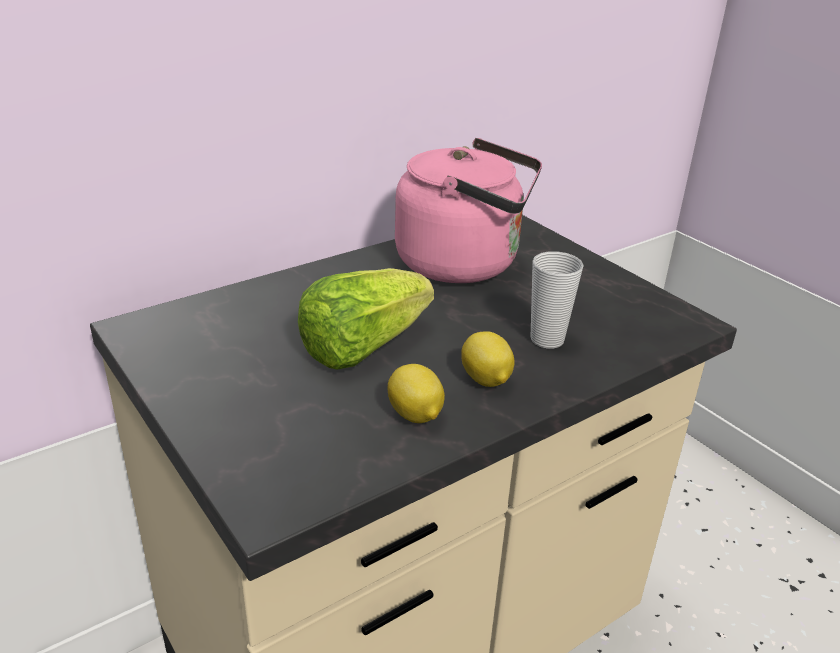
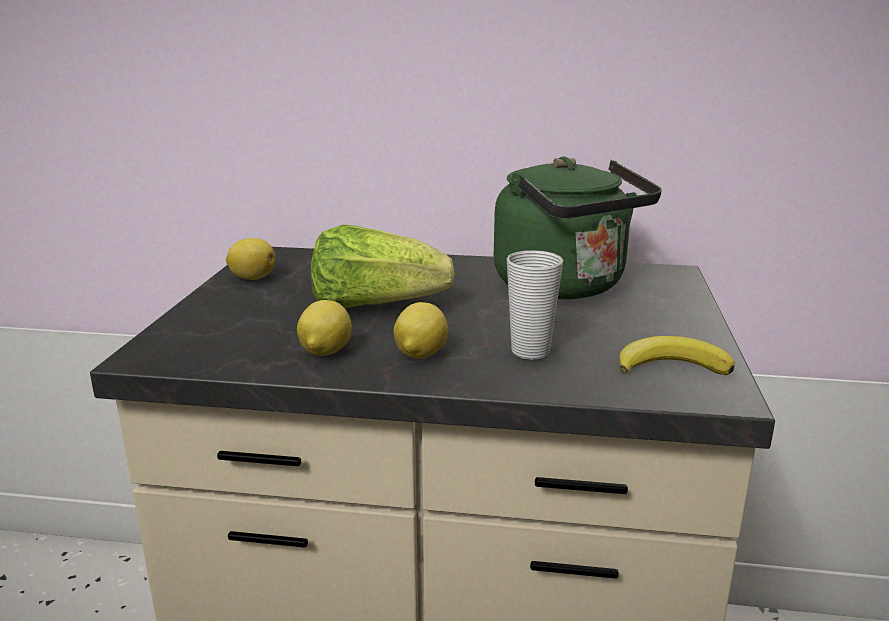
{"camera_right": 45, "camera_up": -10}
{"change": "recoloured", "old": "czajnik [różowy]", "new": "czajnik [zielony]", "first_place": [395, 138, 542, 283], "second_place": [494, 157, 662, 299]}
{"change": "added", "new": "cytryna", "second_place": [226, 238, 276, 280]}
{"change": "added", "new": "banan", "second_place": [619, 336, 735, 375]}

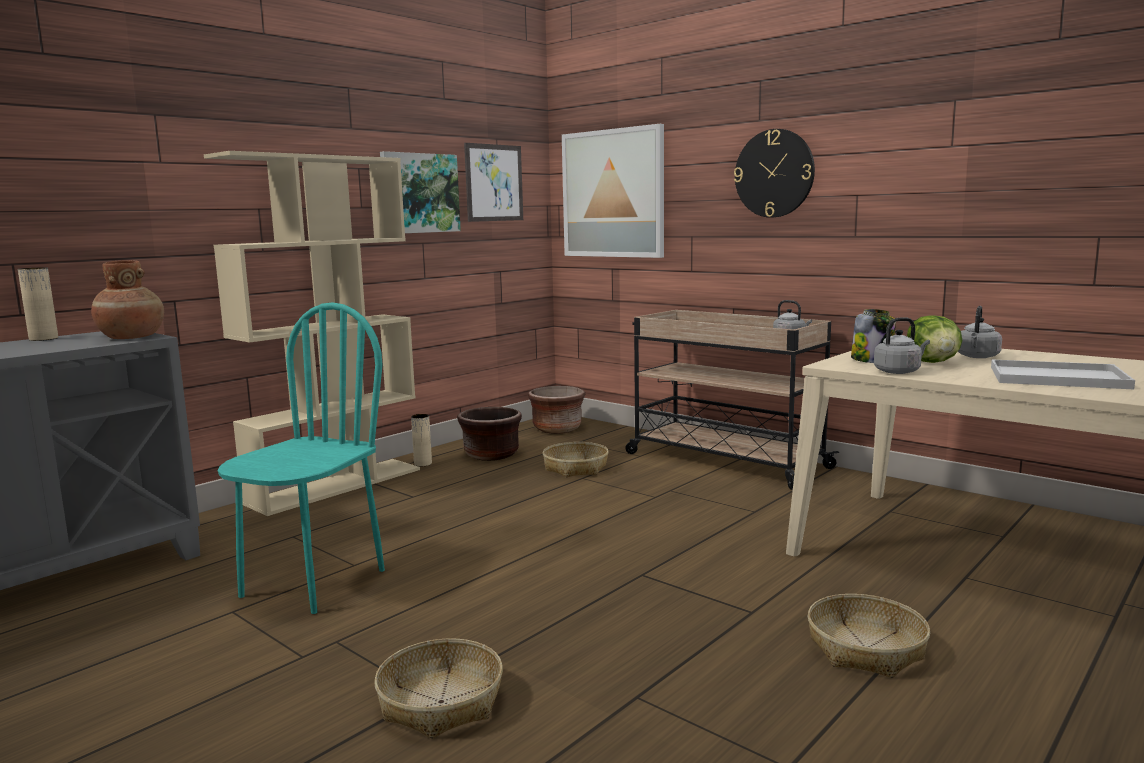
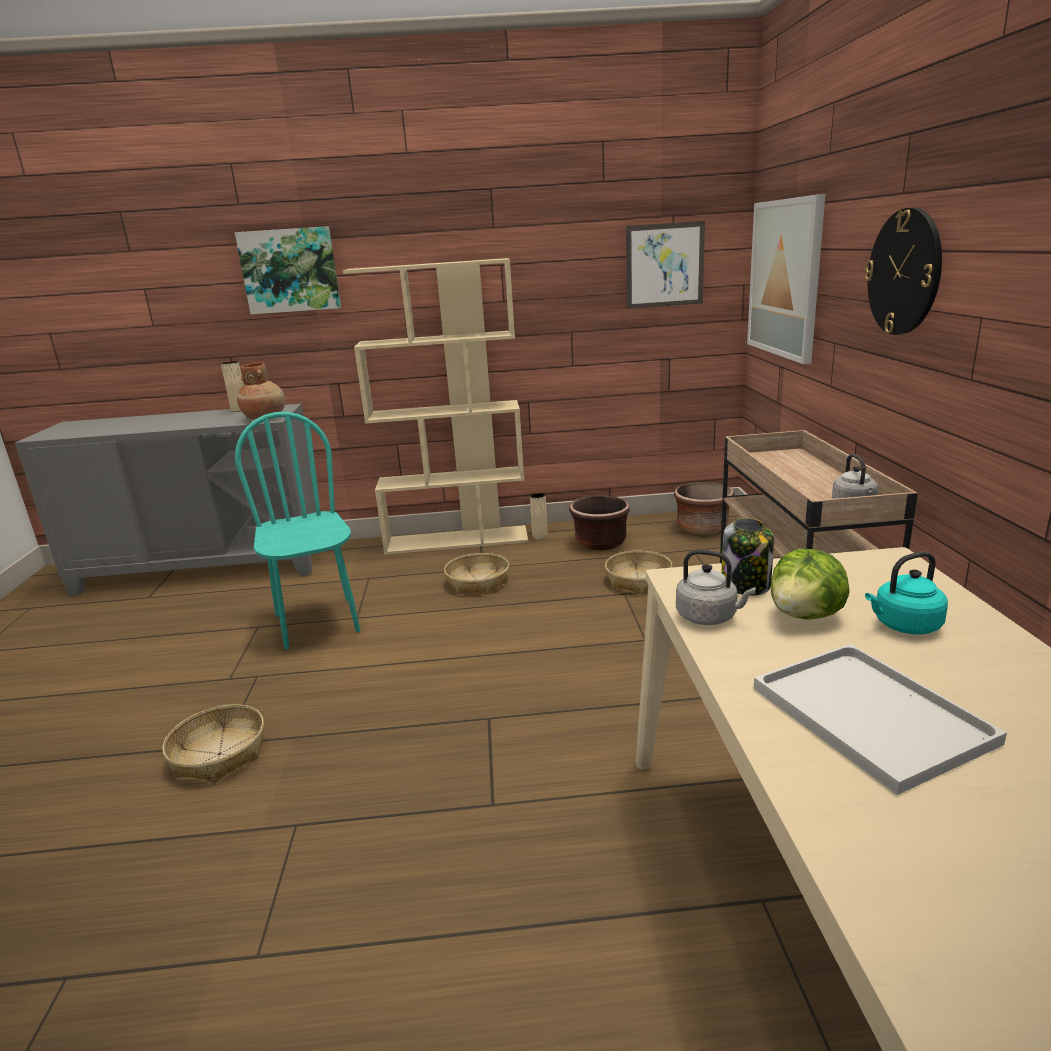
{"camera_right": 45, "camera_up": 10}
{"change": "turned", "old": "krzesło [turkusowy]", "first_place": [218, 302, 385, 614], "second_place": [235, 412, 360, 650], "degrees": -90}
{"change": "moved", "old": "obraz", "first_place": [380, 151, 461, 233], "second_place": [235, 226, 341, 314]}
{"change": "moved", "old": "koszyk", "first_place": [808, 594, 930, 678], "second_place": [444, 553, 509, 594]}
{"change": "recoloured", "old": "czajnik [szary]", "new": "czajnik [turkusowy]", "first_place": [958, 306, 1002, 358], "second_place": [865, 552, 948, 635]}

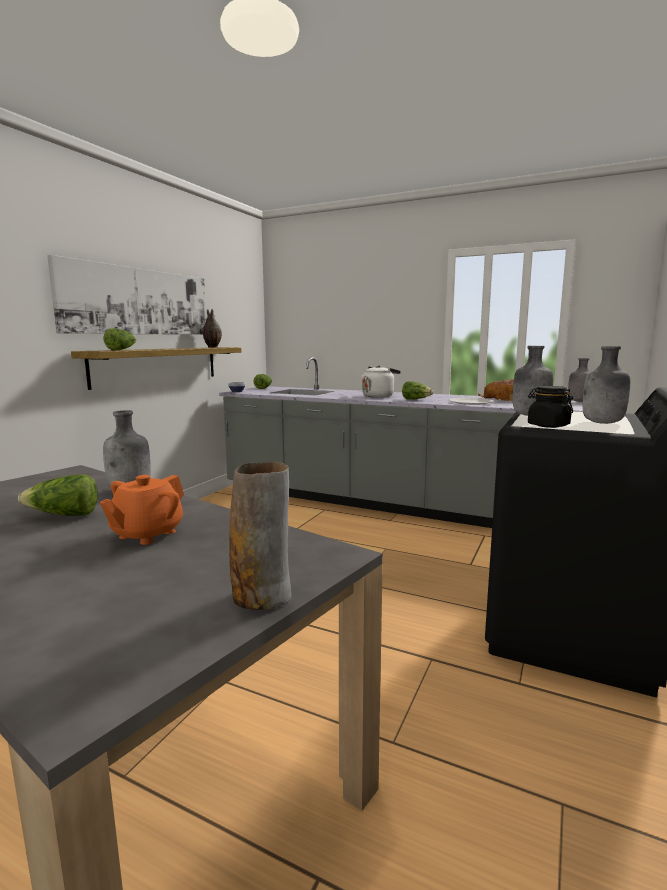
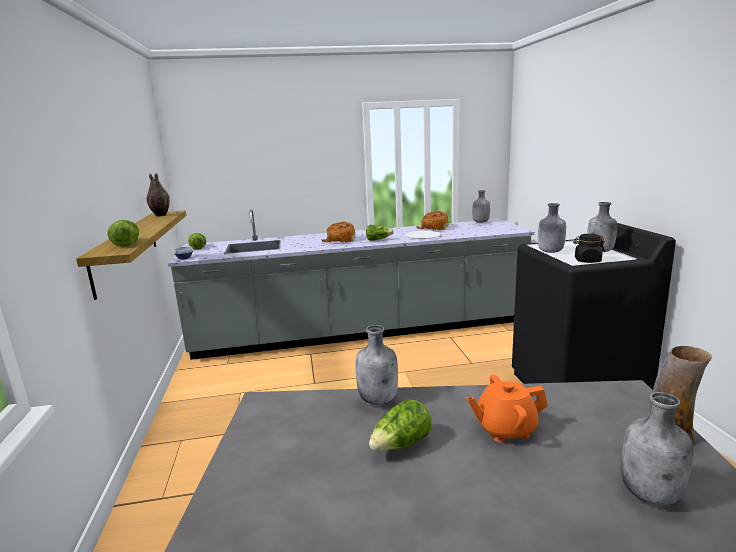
{"camera_right": -35, "camera_up": 5}
{"change": "removed", "old": "obraz", "first_place": [47, 255, 206, 335]}
{"change": "turned", "old": "imbryk [pomarańczowy]", "first_place": [100, 475, 184, 545], "second_place": [466, 374, 548, 442], "degrees": 90}
{"change": "replaced", "old": "czajnik [biały]", "new": "chleb", "first_place": [362, 365, 401, 398], "second_place": [321, 221, 356, 243]}
{"change": "added", "new": "butelka [szary]", "second_place": [621, 392, 693, 505]}

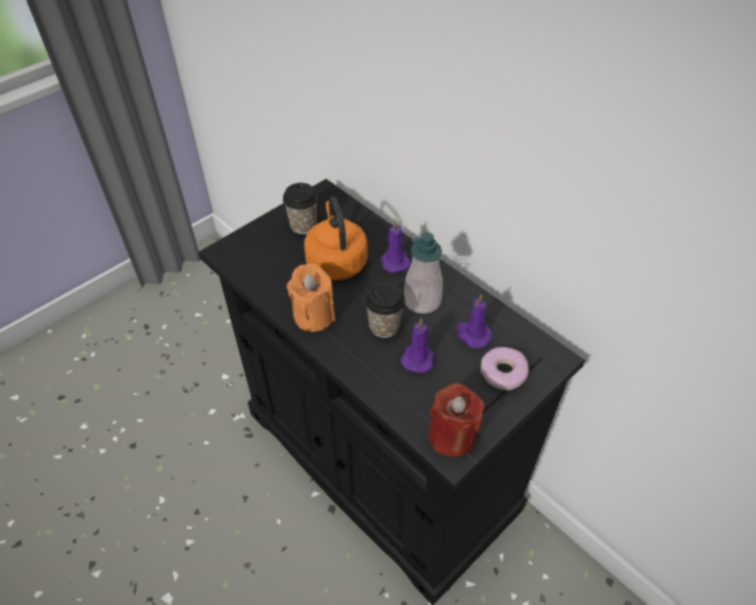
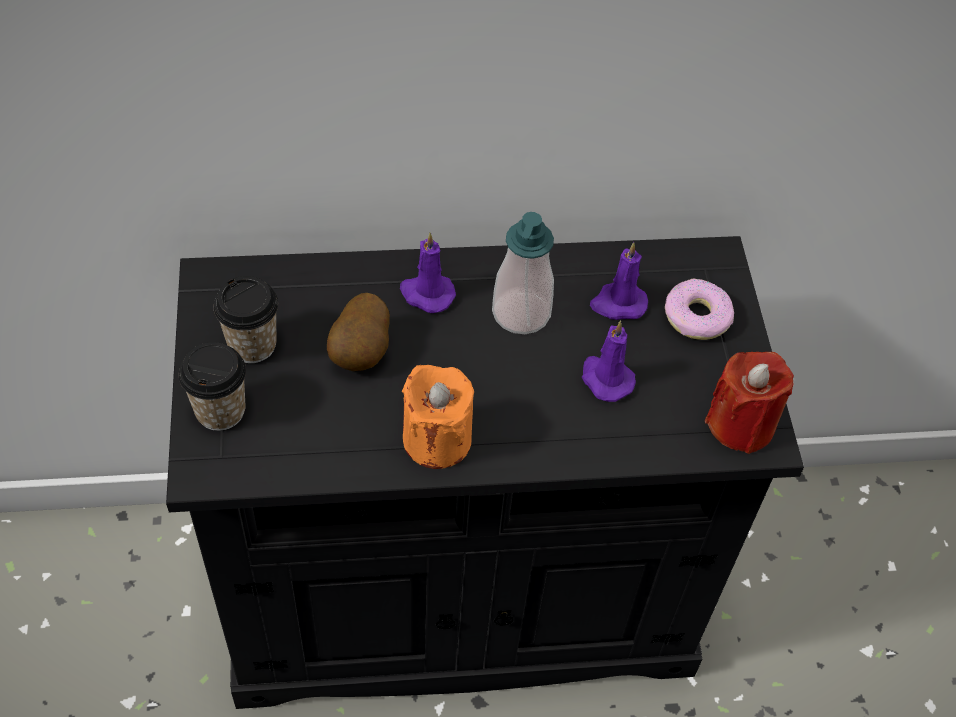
{"camera_right": -55, "camera_up": 5}
{"change": "replaced", "old": "czajnik [pomarańczowy]", "new": "ziemniak", "first_place": [304, 197, 368, 280], "second_place": [327, 293, 390, 371]}
{"change": "moved", "old": "filiżanka", "first_place": [364, 281, 405, 338], "second_place": [179, 342, 246, 431]}

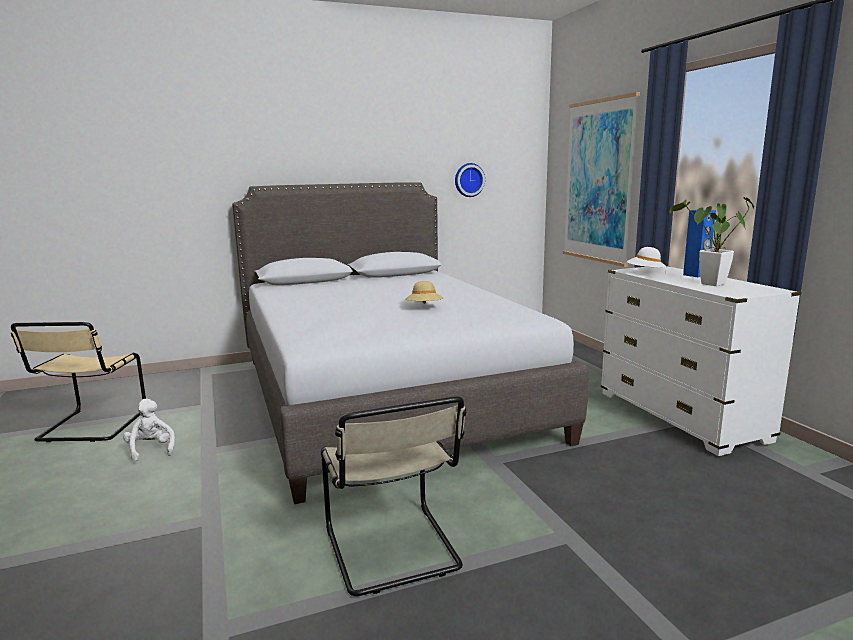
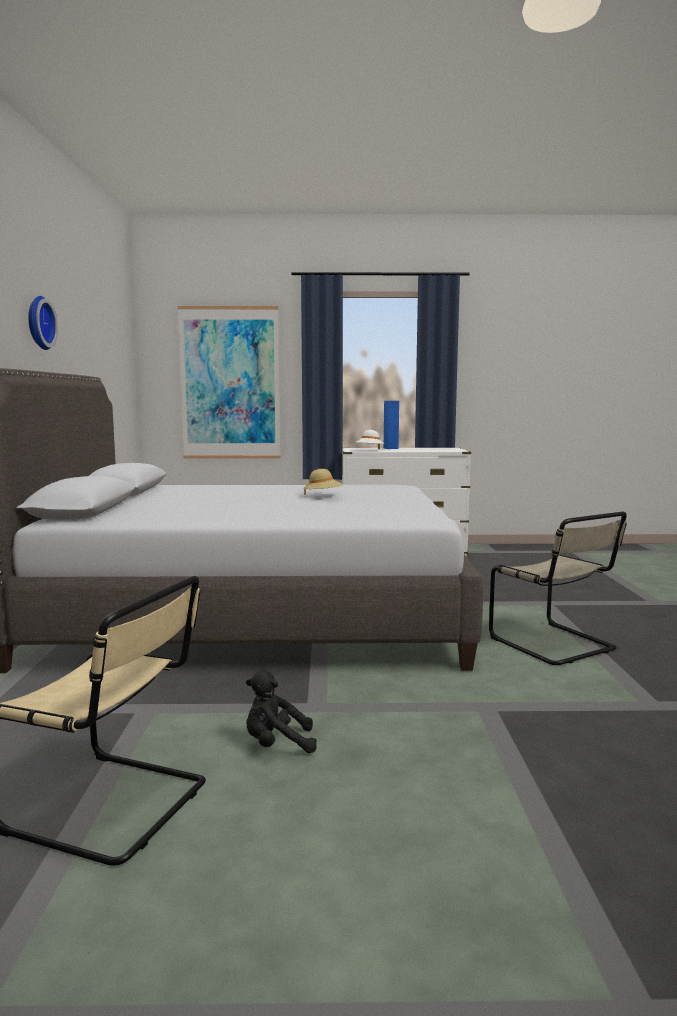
{"camera_right": -70, "camera_up": -5}
{"change": "recoloured", "old": "pluszak [biały]", "new": "pluszak [czarny]", "first_place": [123, 399, 175, 462], "second_place": [246, 671, 317, 753]}
{"change": "turned", "old": "krzesło [beżowy]", "first_place": [321, 397, 466, 596], "second_place": [489, 512, 627, 665], "degrees": 60}
{"change": "moved", "old": "zegar ścienny", "first_place": [455, 163, 485, 197], "second_place": [28, 296, 58, 350]}
{"change": "removed", "old": "roślina doniczkowa", "first_place": [669, 197, 754, 286]}

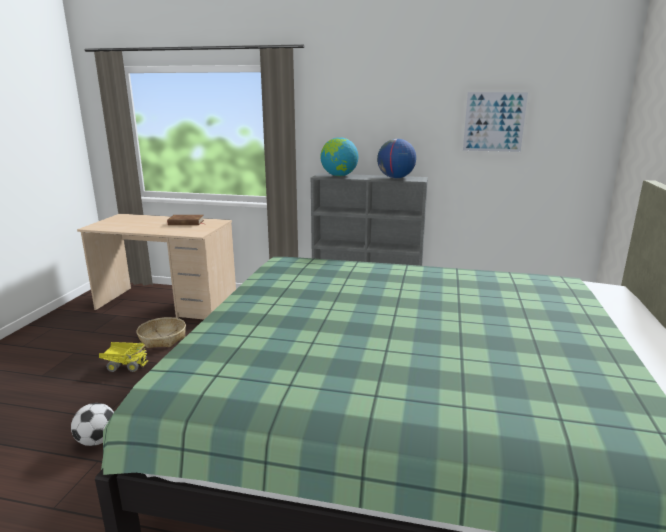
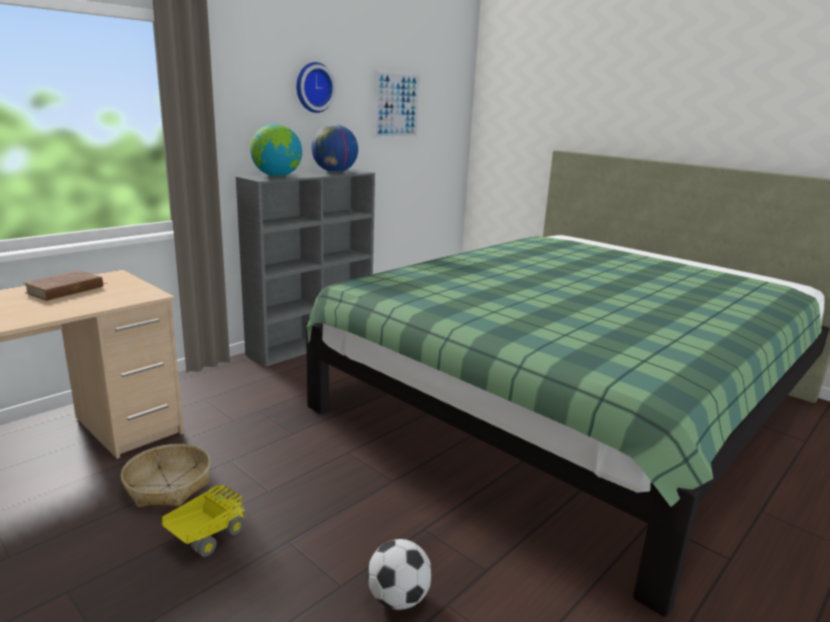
{"camera_right": -60, "camera_up": 0}
{"change": "added", "new": "zegar ścienny", "second_place": [296, 62, 336, 113]}

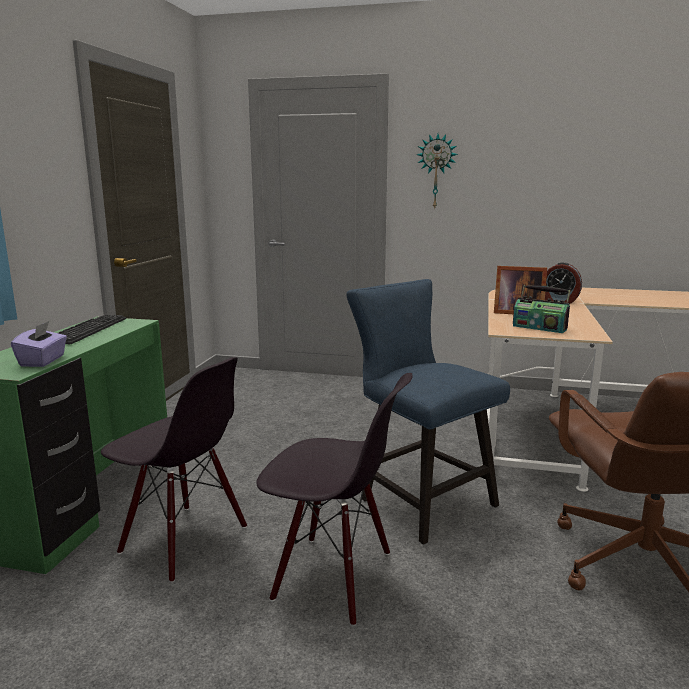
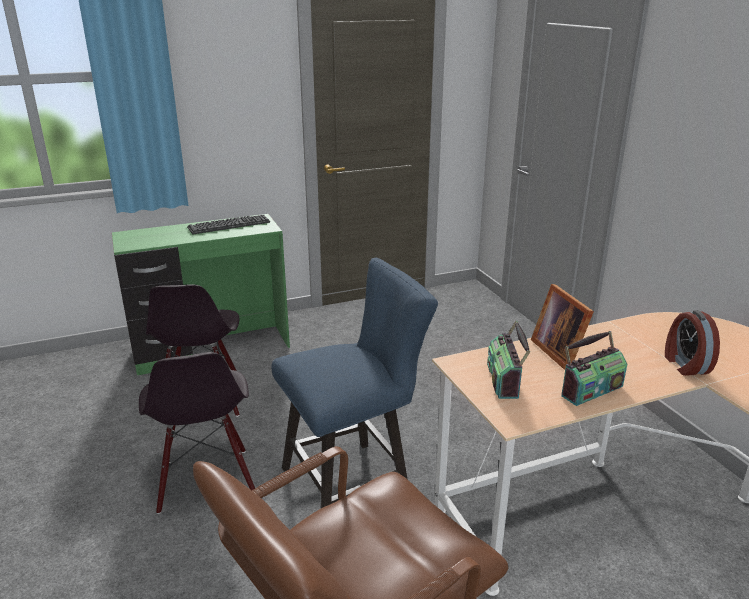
{"camera_right": 55, "camera_up": 10}
{"change": "removed", "old": "pudełko chusteczek [fioletowy]", "first_place": [11, 321, 67, 367]}
{"change": "turned", "old": "krzesło [niebieski]", "first_place": [346, 279, 510, 545], "second_place": [271, 258, 438, 508], "degrees": 45}
{"change": "removed", "old": "zegar ścienny", "first_place": [417, 134, 458, 210]}
{"change": "added", "new": "radio", "second_place": [561, 331, 627, 406]}

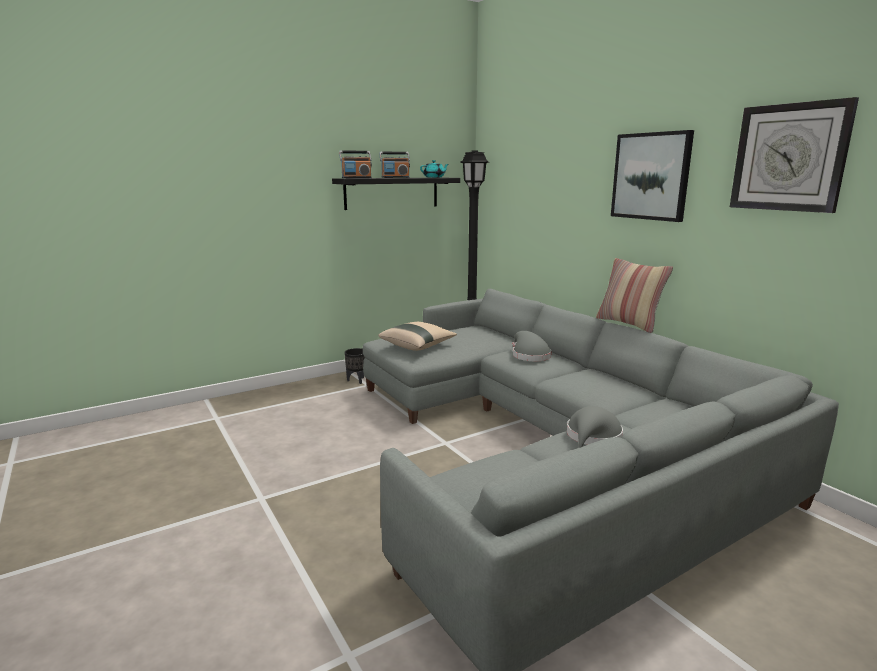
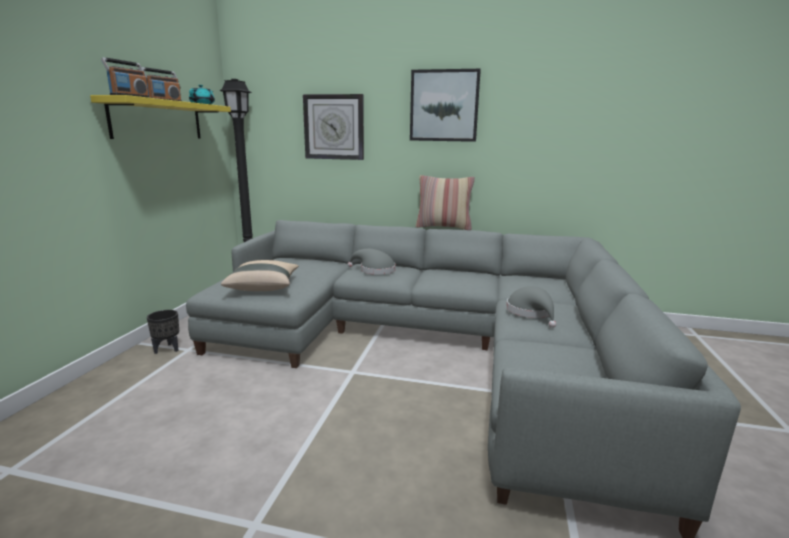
{"camera_right": -45, "camera_up": 0}
{"change": "recoloured", "old": "półka [czarny]", "new": "półka [żółty]", "first_place": [332, 178, 460, 210], "second_place": [90, 95, 231, 139]}
{"change": "moved", "old": "zegar ścienny", "first_place": [730, 97, 859, 213], "second_place": [303, 94, 364, 160]}

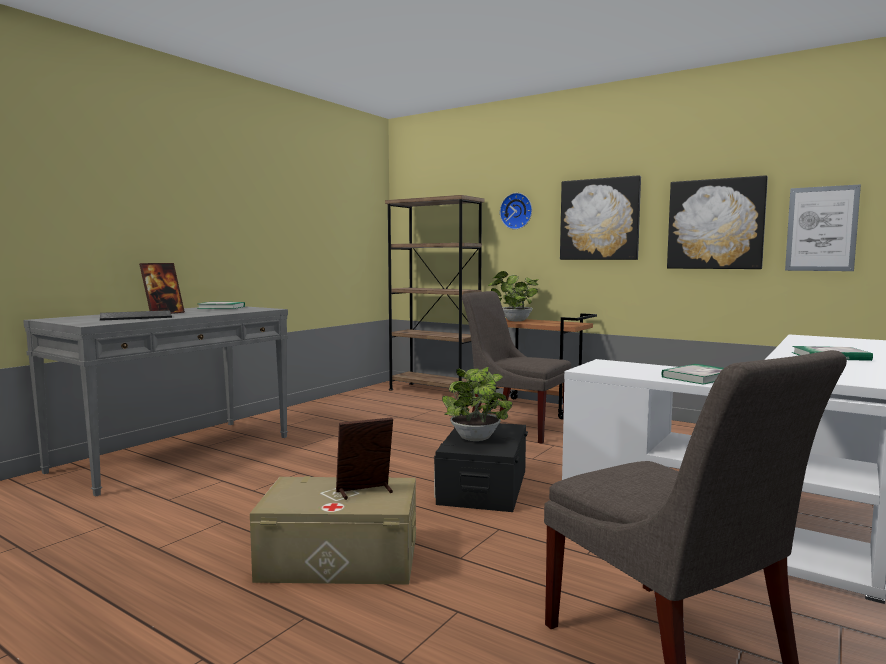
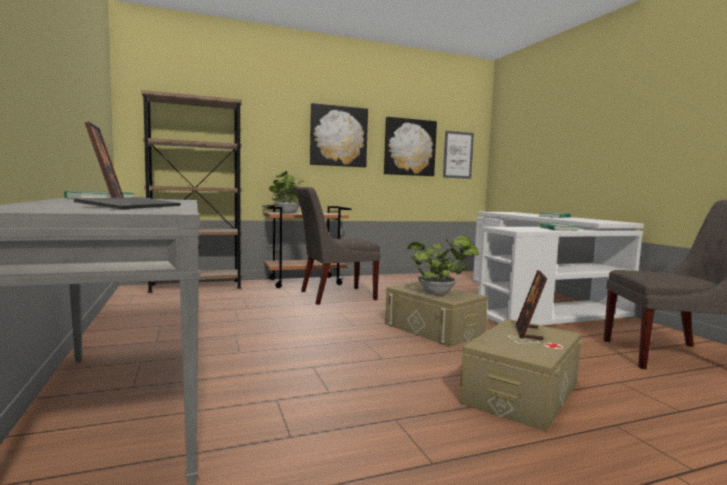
{"camera_right": -55, "camera_up": 0}
{"change": "recoloured", "old": "pojemnik do przechowywania [czarny]", "new": "pojemnik do przechowywania [beżowy]", "first_place": [434, 423, 528, 512], "second_place": [385, 282, 488, 347]}
{"change": "removed", "old": "zegar ścienny", "first_place": [500, 193, 532, 230]}

